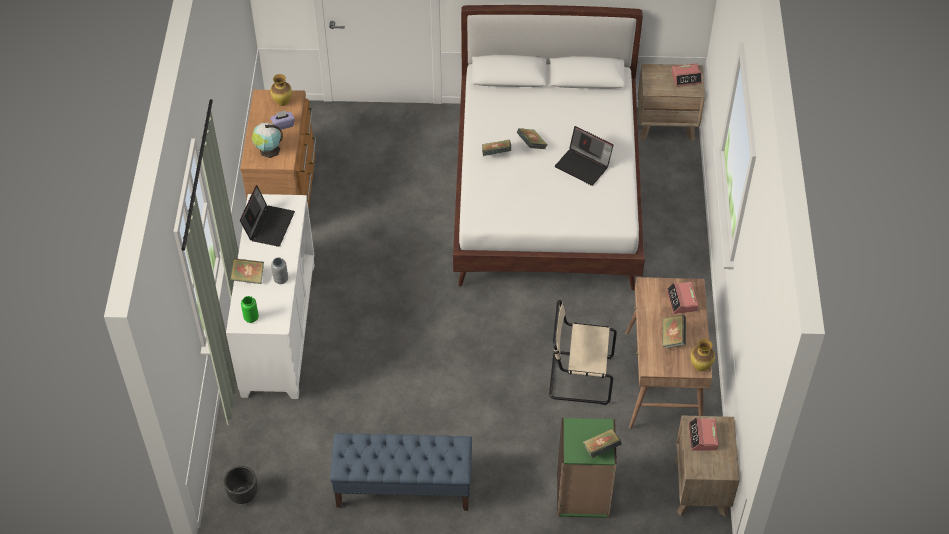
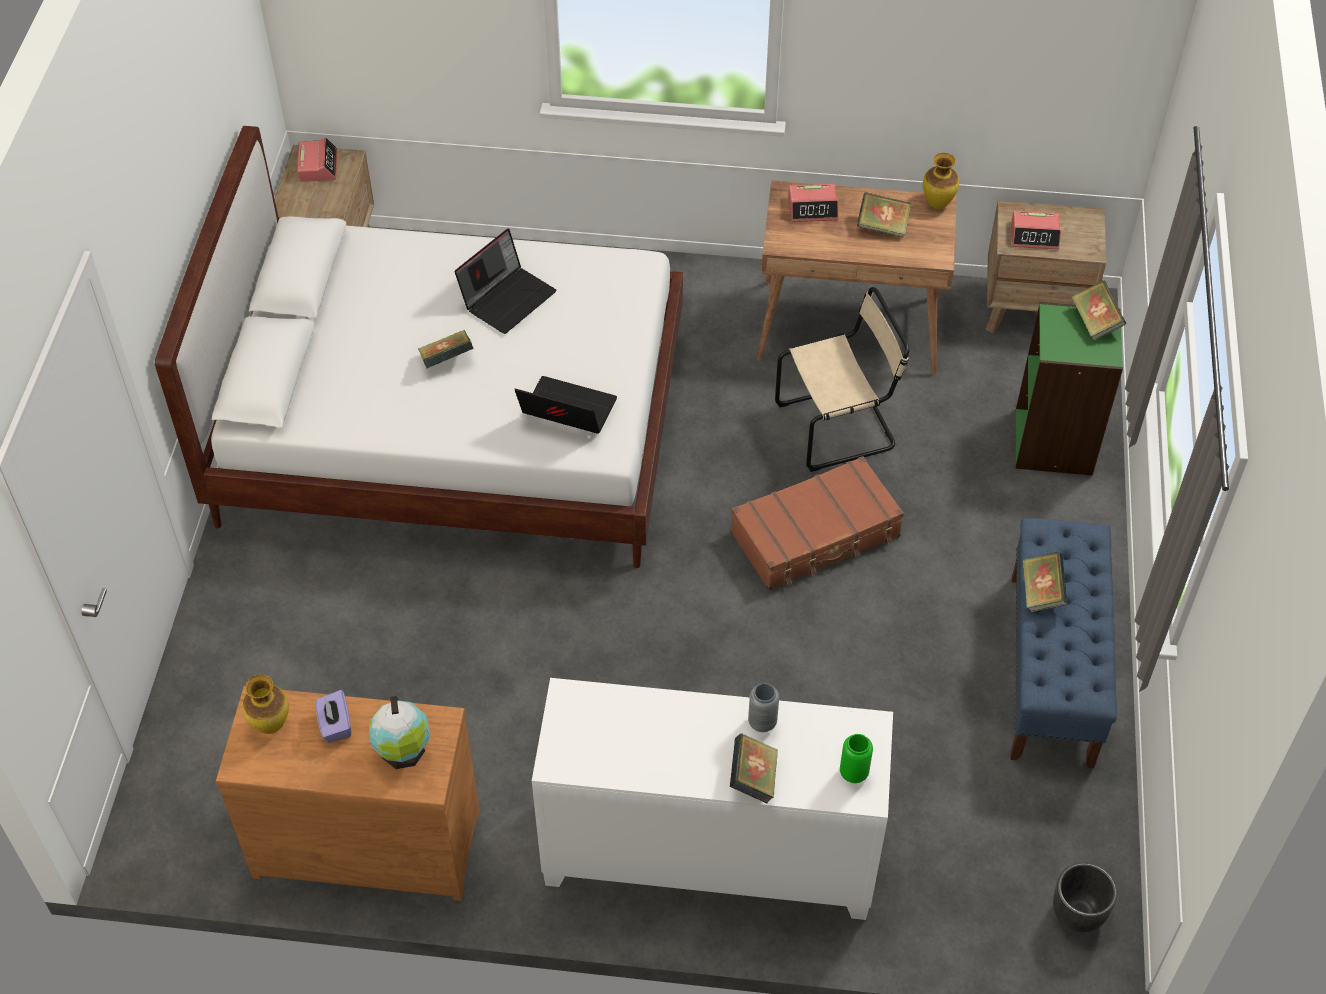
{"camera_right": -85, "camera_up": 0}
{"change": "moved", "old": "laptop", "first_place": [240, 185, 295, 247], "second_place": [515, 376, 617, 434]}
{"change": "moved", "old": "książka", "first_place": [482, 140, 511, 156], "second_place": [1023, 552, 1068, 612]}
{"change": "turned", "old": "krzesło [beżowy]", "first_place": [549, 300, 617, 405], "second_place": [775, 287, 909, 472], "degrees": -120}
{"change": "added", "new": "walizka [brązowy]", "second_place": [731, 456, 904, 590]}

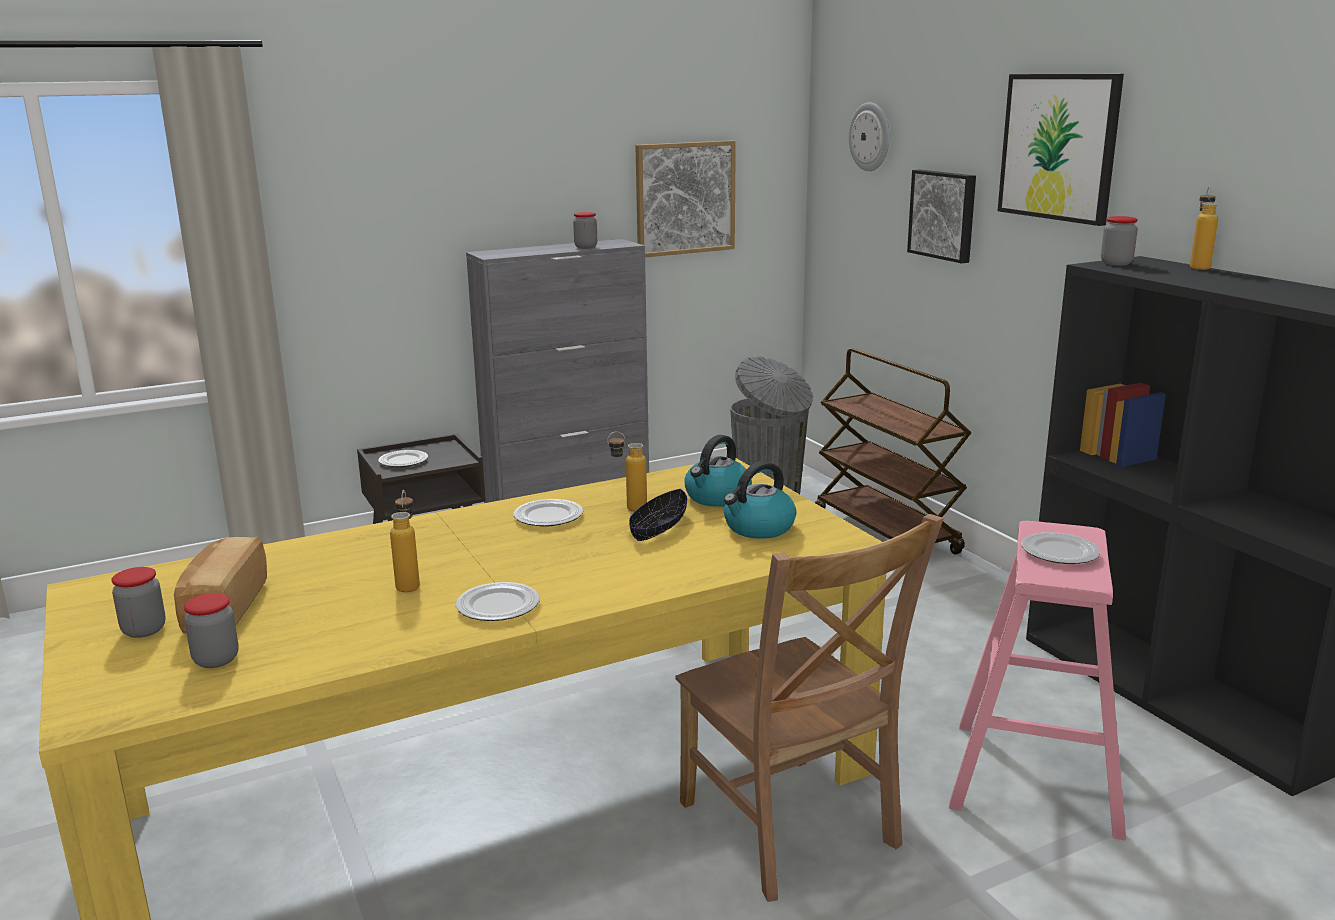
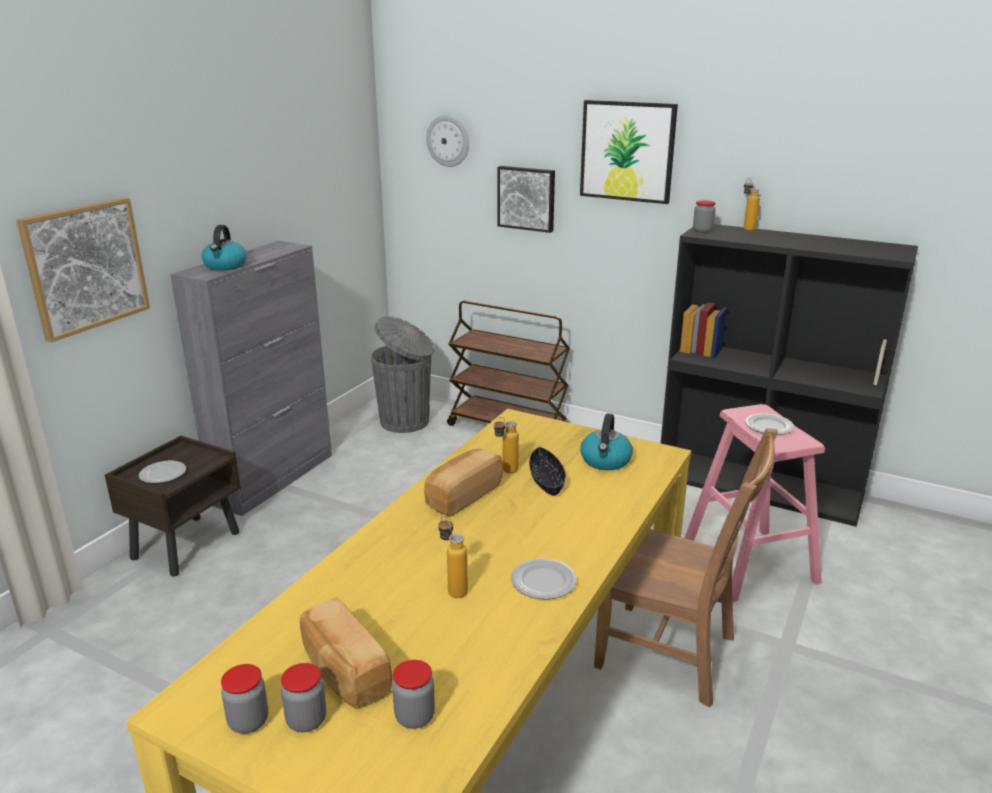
{"camera_right": -35, "camera_up": 5}
{"change": "replaced", "old": "talerz", "new": "chleb", "first_place": [513, 499, 583, 527], "second_place": [424, 449, 503, 517]}
{"change": "moved", "old": "słoik", "first_place": [573, 212, 597, 249], "second_place": [221, 664, 268, 734]}
{"change": "moved", "old": "obraz", "first_place": [635, 141, 736, 257], "second_place": [16, 198, 150, 343]}
{"change": "moved", "old": "czajnik", "first_place": [684, 435, 752, 507], "second_place": [202, 225, 247, 270]}

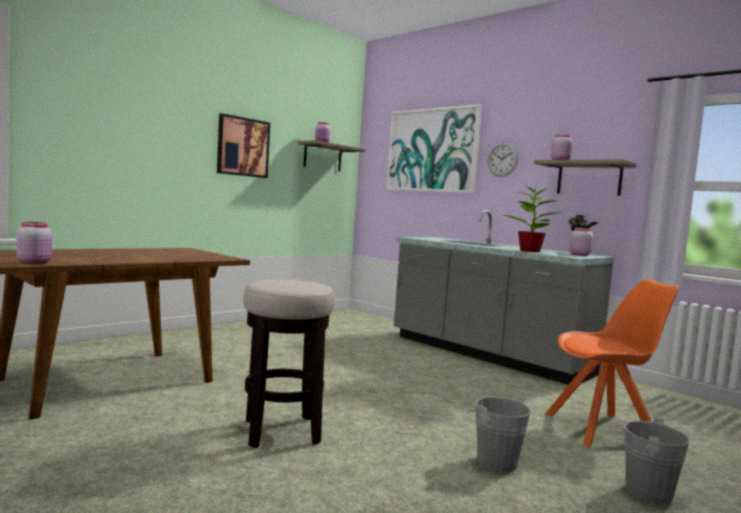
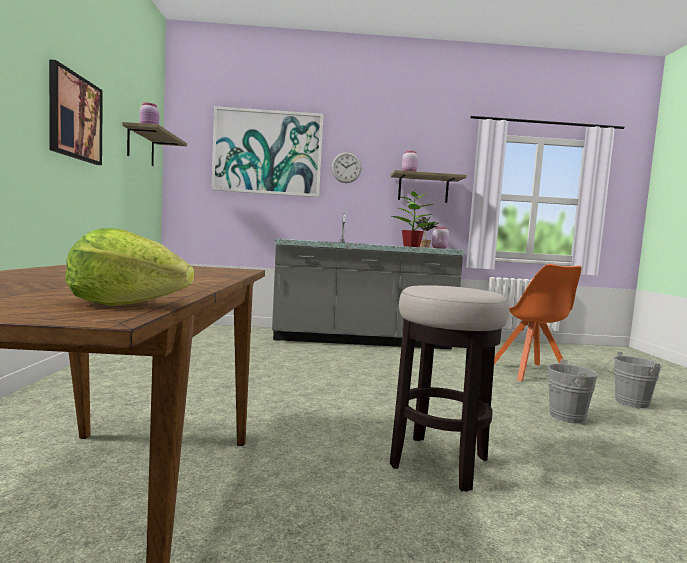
{"camera_right": -45, "camera_up": 0}
{"change": "replaced", "old": "słoik [różowy]", "new": "sałata", "first_place": [16, 222, 52, 264], "second_place": [65, 228, 194, 306]}
{"change": "turned", "old": "krzesło [pomarańczowy]", "first_place": [545, 279, 679, 448], "second_place": [494, 264, 582, 381], "degrees": 135}

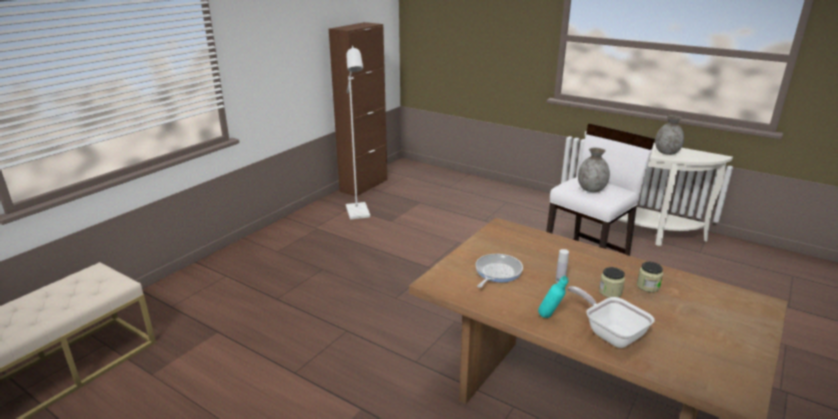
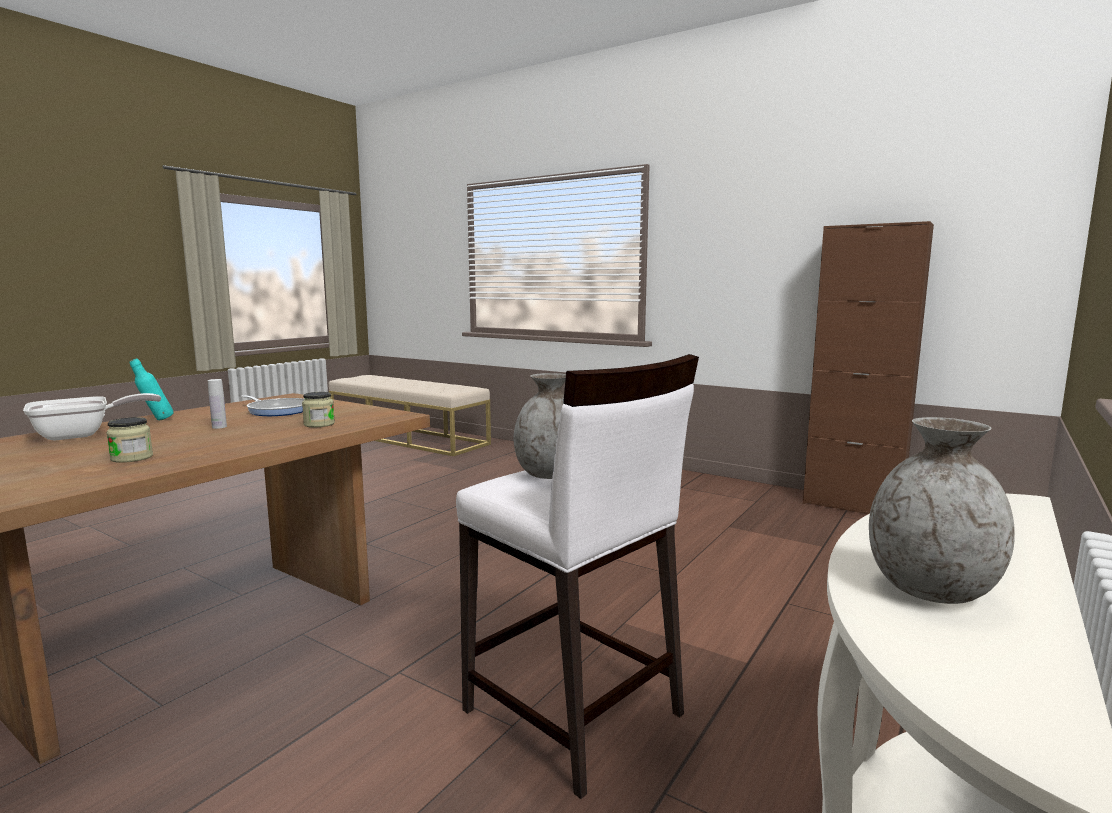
{"camera_right": 90, "camera_up": -15}
{"change": "removed", "old": "lampa stojąca [biały]", "first_place": [346, 46, 370, 220]}
{"change": "moved", "old": "słoik", "first_place": [599, 267, 625, 298], "second_place": [302, 392, 335, 427]}

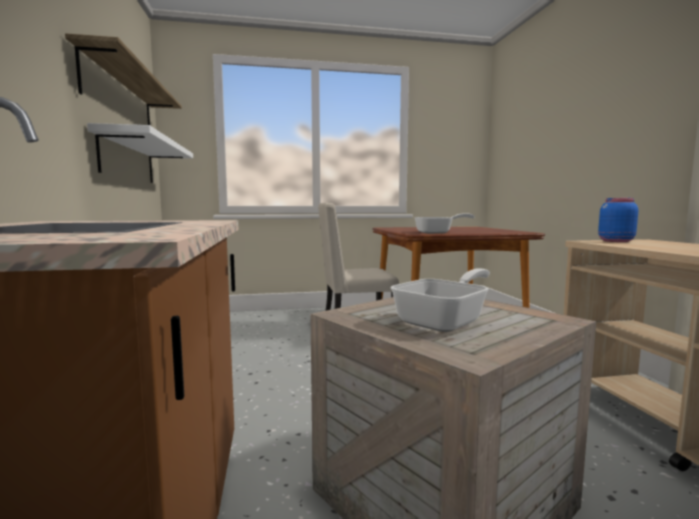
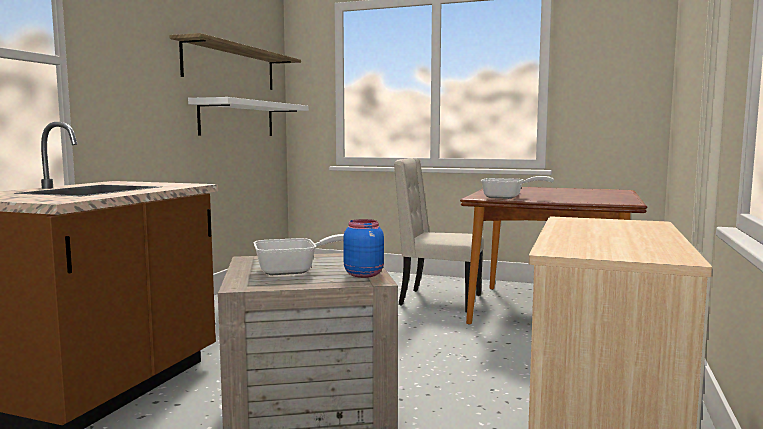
{"camera_right": 30, "camera_up": 0}
{"change": "moved", "old": "słoik [niebieski]", "first_place": [598, 198, 638, 242], "second_place": [343, 219, 384, 278]}

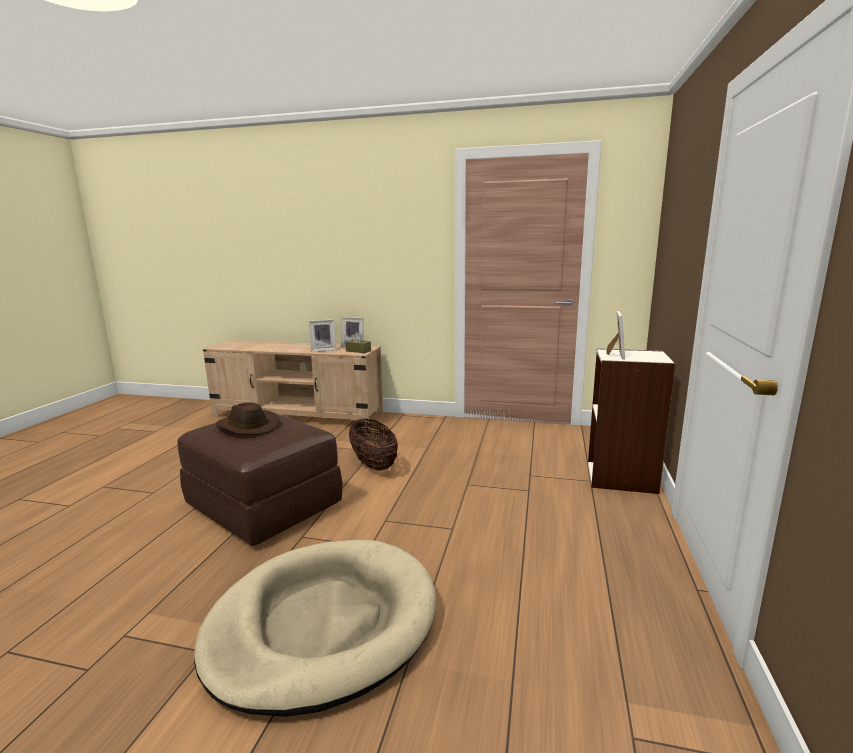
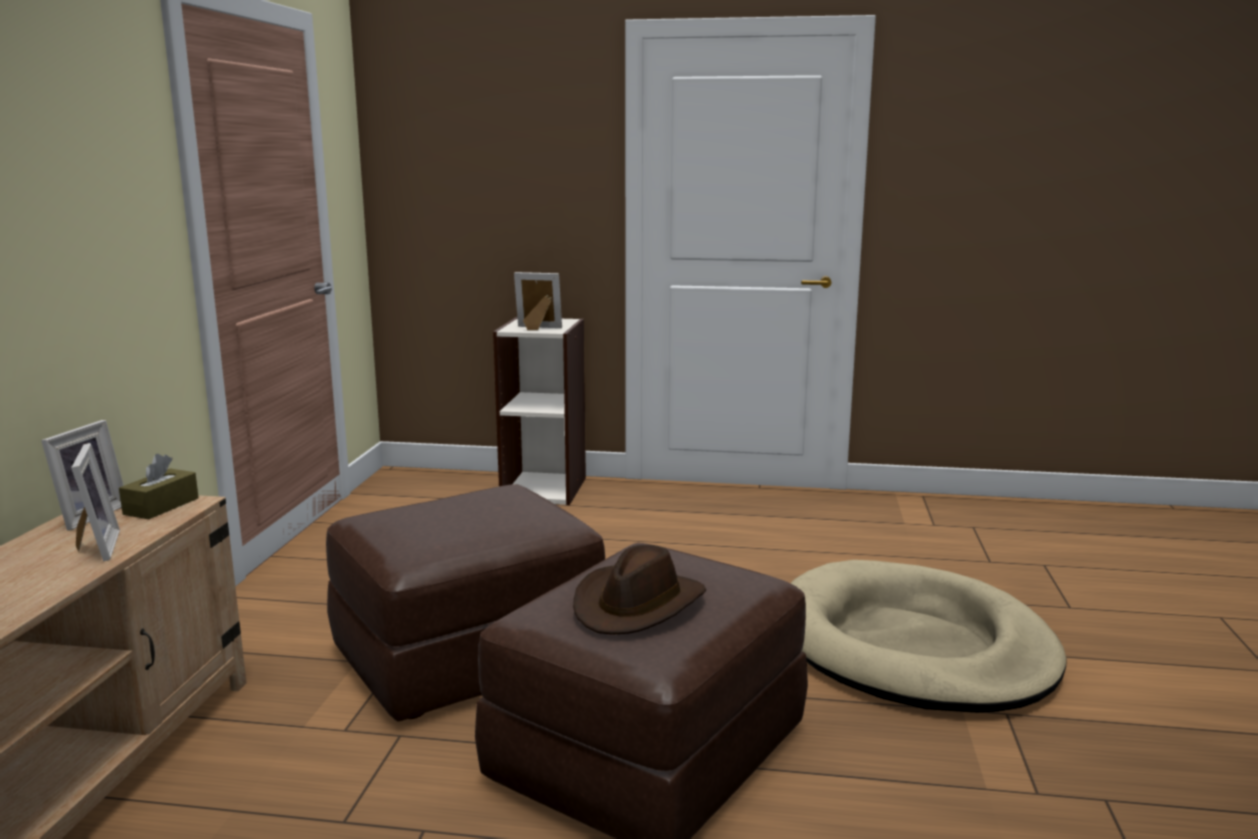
{"camera_right": -95, "camera_up": 0}
{"change": "replaced", "old": "koszyk", "new": "pufa [brązowy]", "first_place": [349, 419, 398, 471], "second_place": [326, 484, 605, 722]}

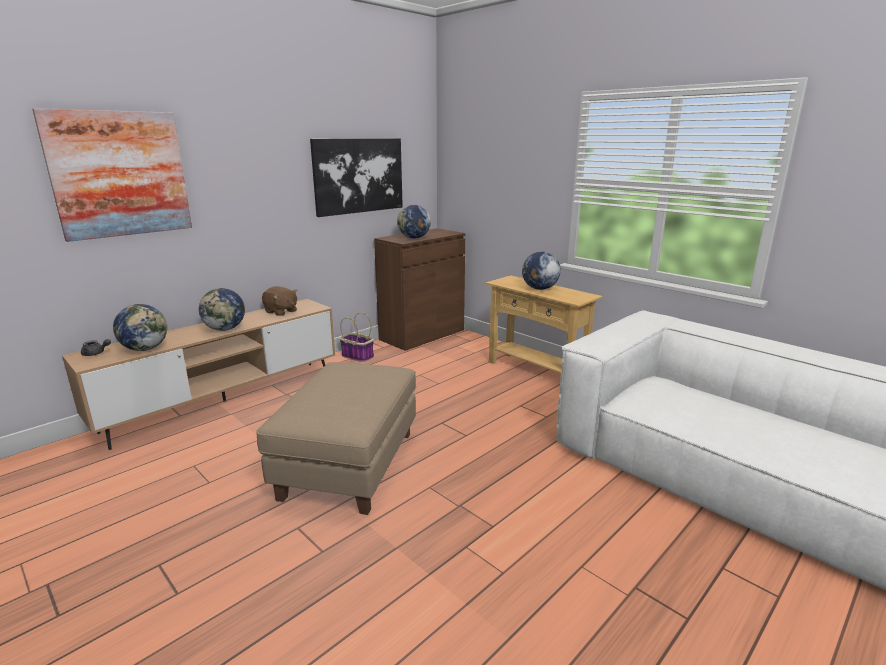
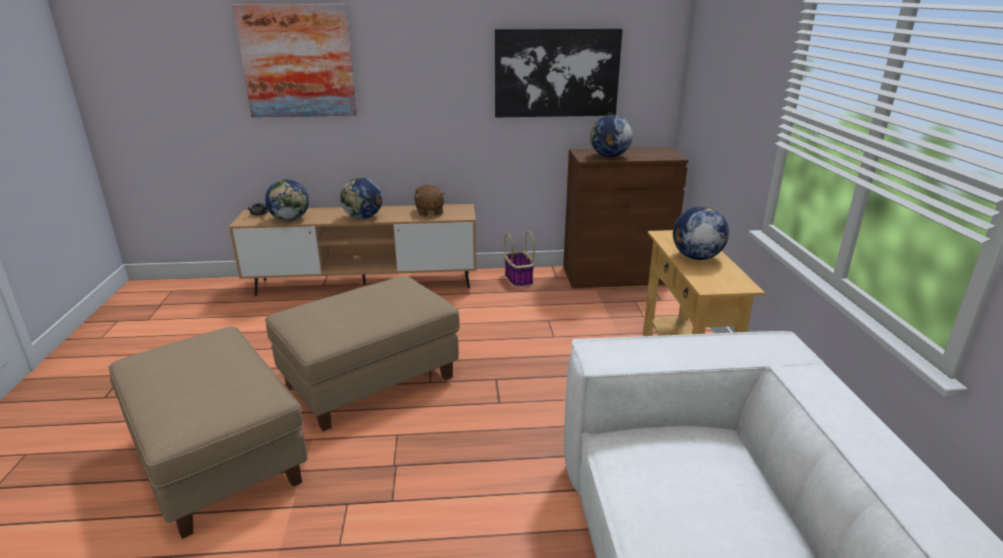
{"camera_right": 40, "camera_up": 5}
{"change": "added", "new": "pufa [beżowy]", "second_place": [108, 327, 307, 539]}

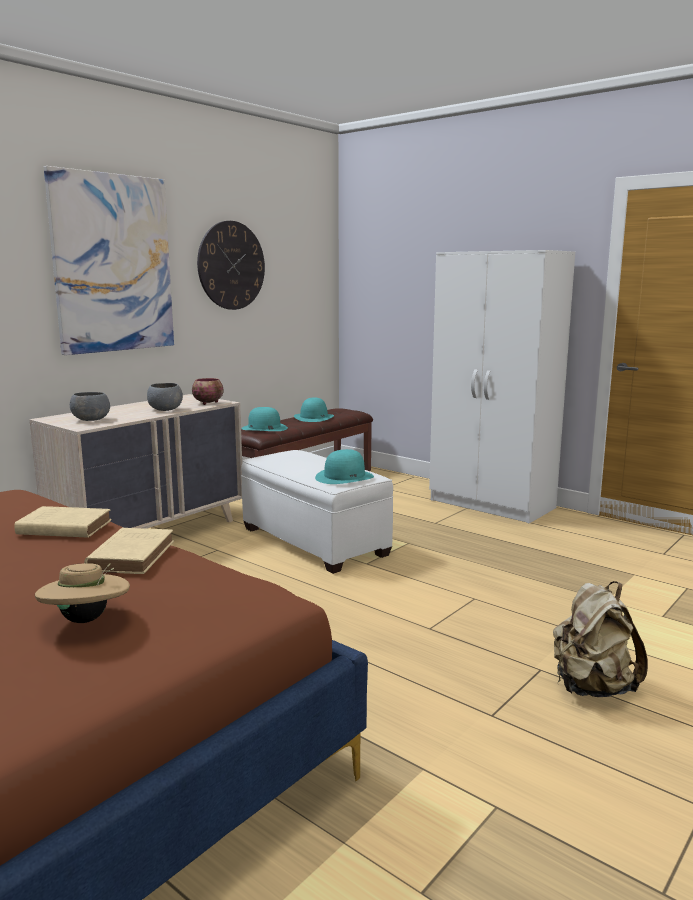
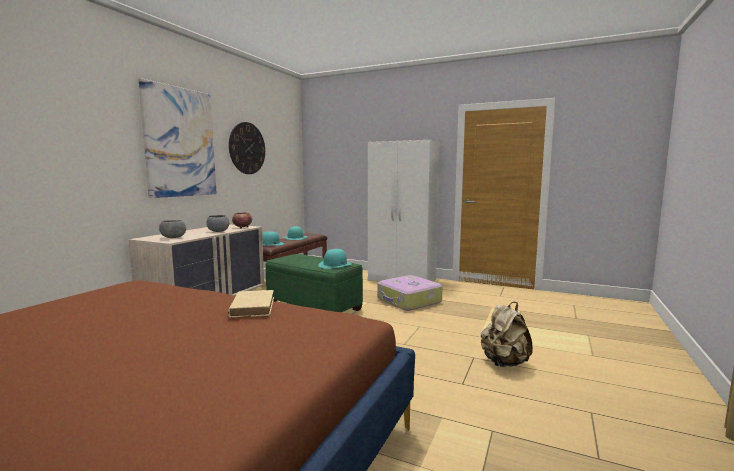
{"camera_right": -15, "camera_up": -5}
{"change": "removed", "old": "książka [beżowy]", "first_place": [14, 506, 111, 538]}
{"change": "removed", "old": "kapelusz [beżowy]", "first_place": [35, 563, 130, 623]}
{"change": "recoloured", "old": "pufa [biały]", "new": "pufa [zielony]", "first_place": [241, 450, 393, 574], "second_place": [265, 254, 363, 312]}
{"change": "added", "new": "walizka", "second_place": [378, 275, 443, 311]}

